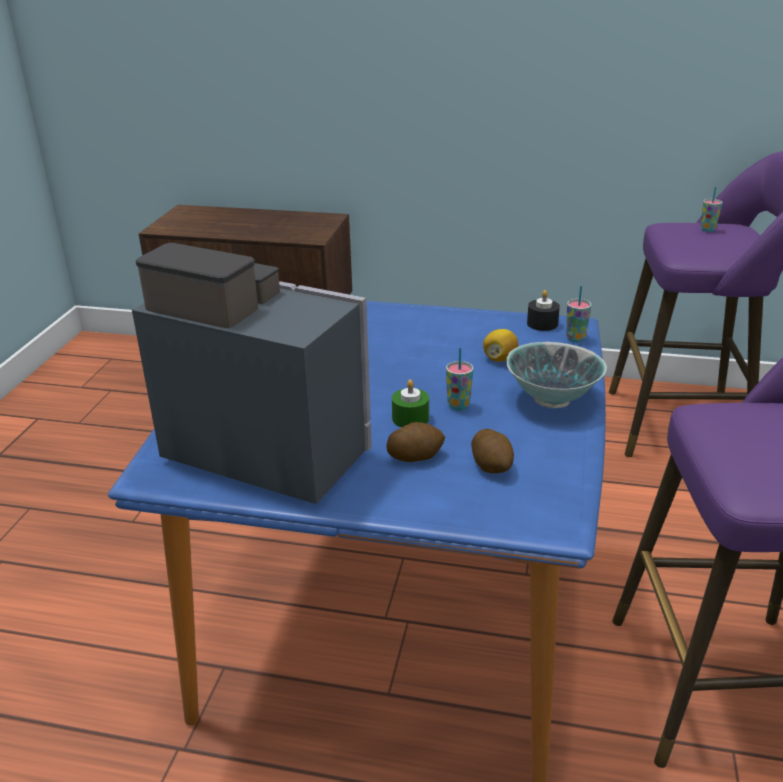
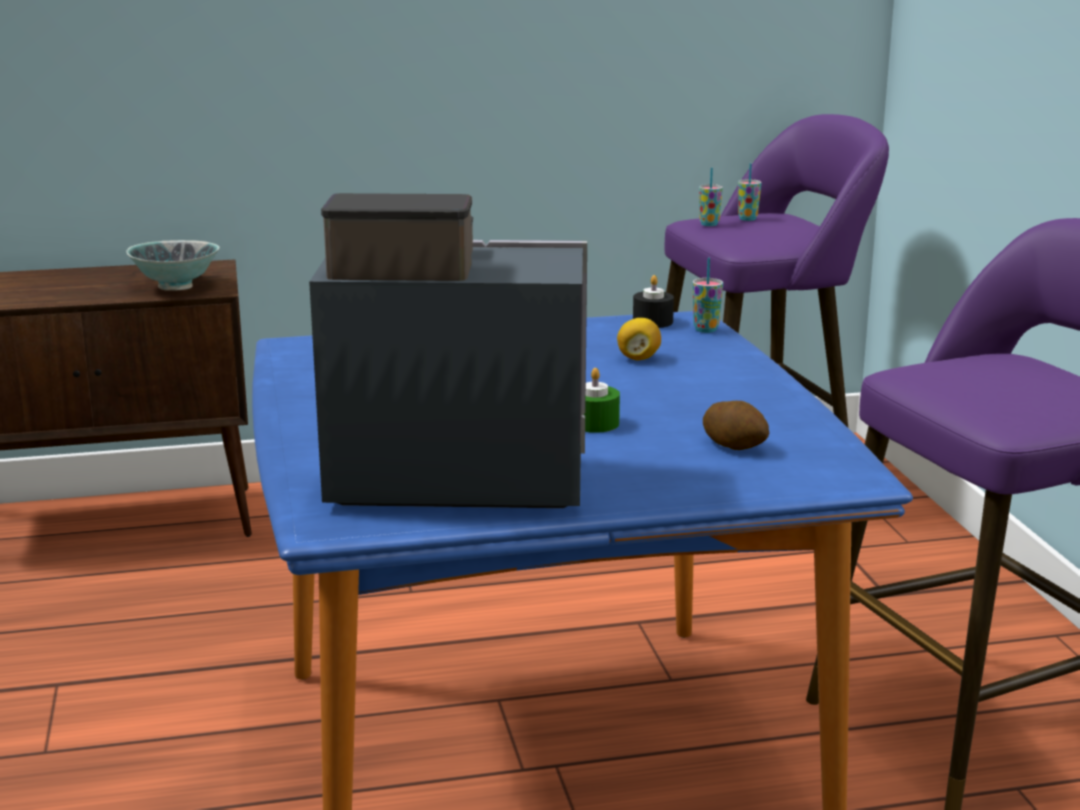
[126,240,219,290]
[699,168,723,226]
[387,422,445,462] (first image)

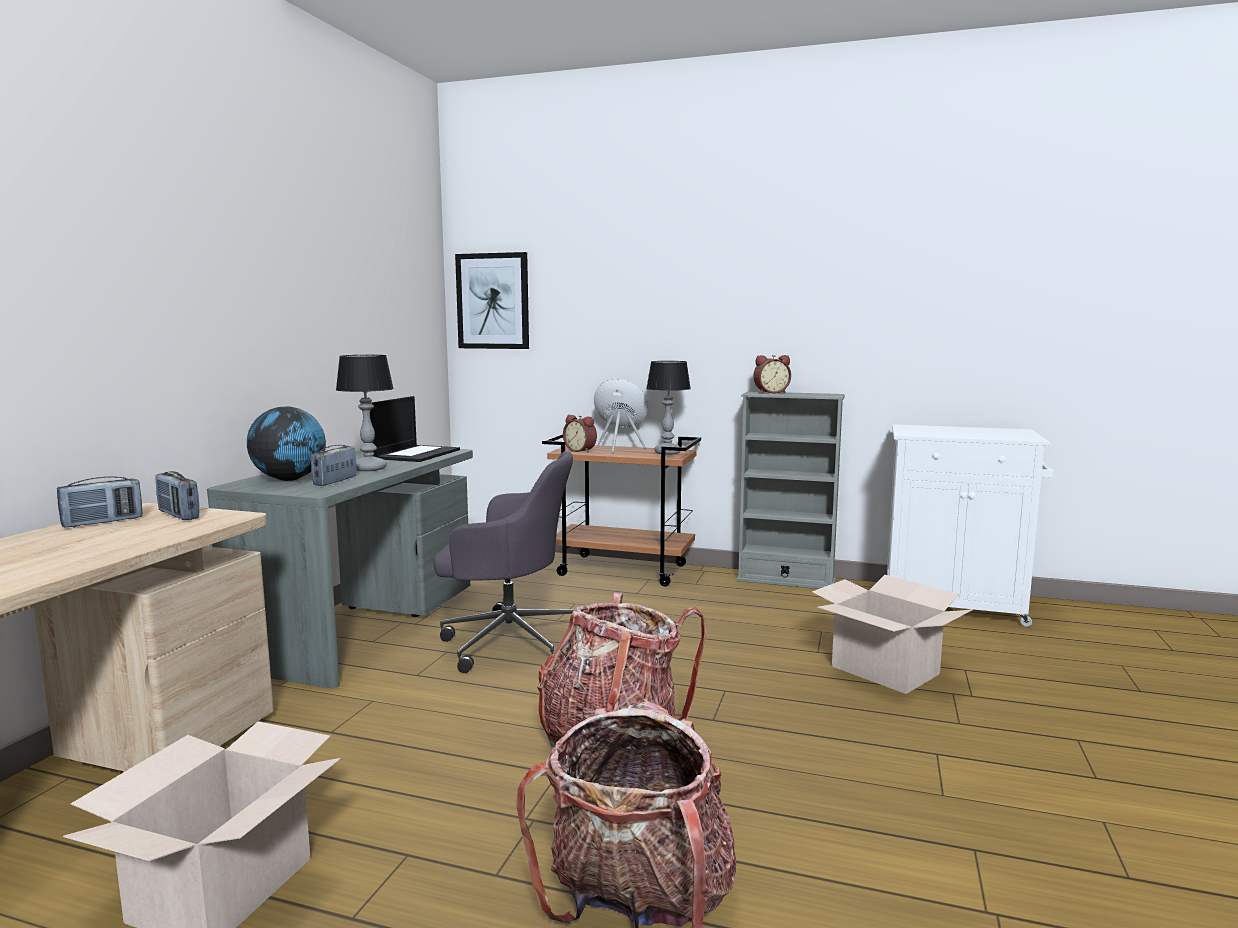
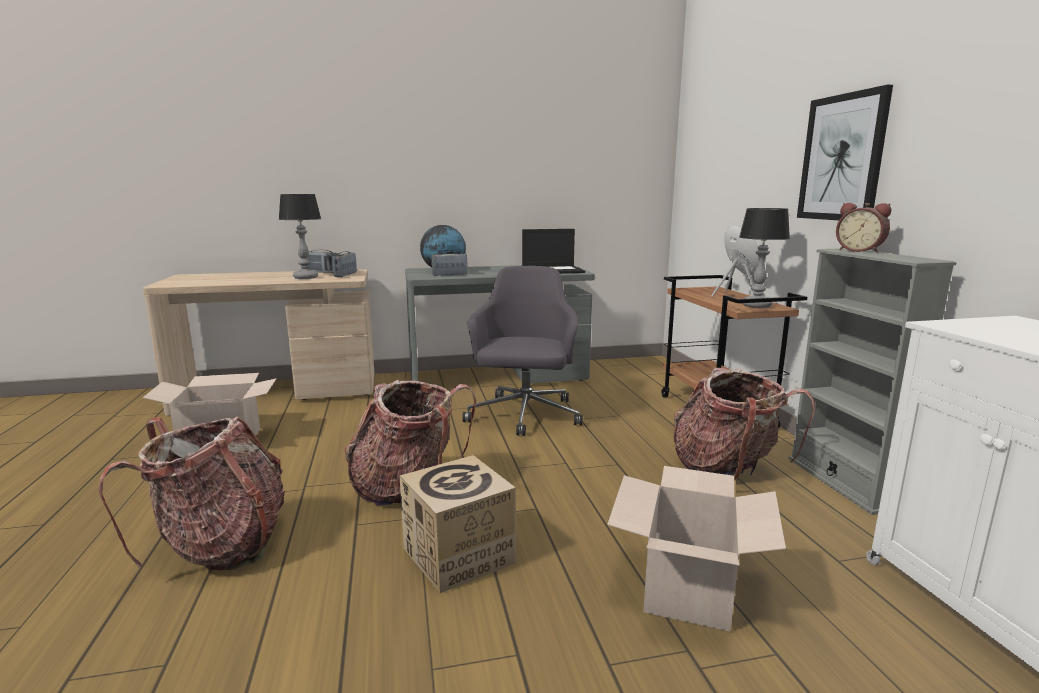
[797,85,893,220]
[279,194,321,279]
[563,415,597,453] (first image)
[462,266,583,436]
[674,368,815,481]
[400,455,516,593]

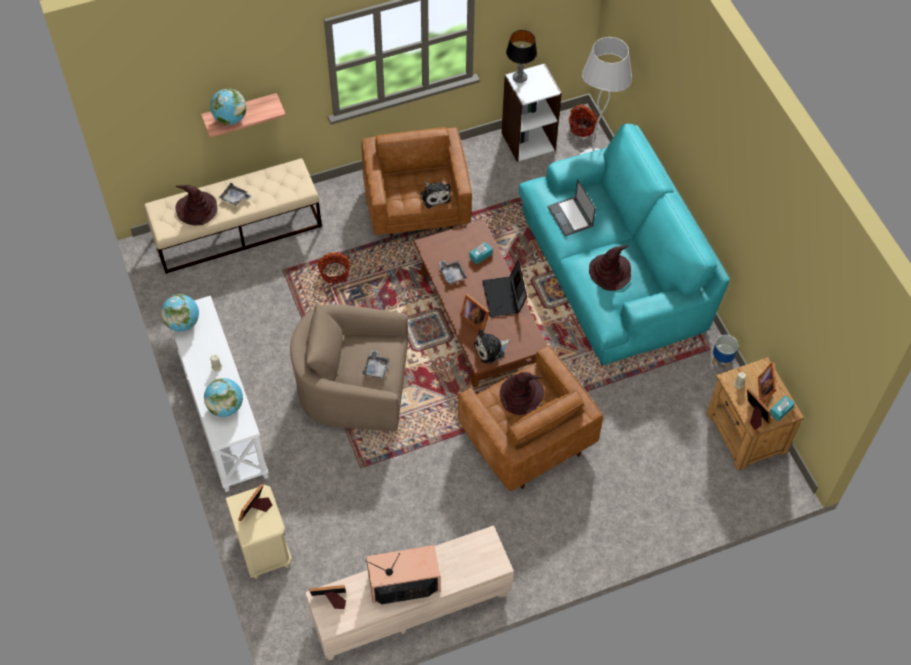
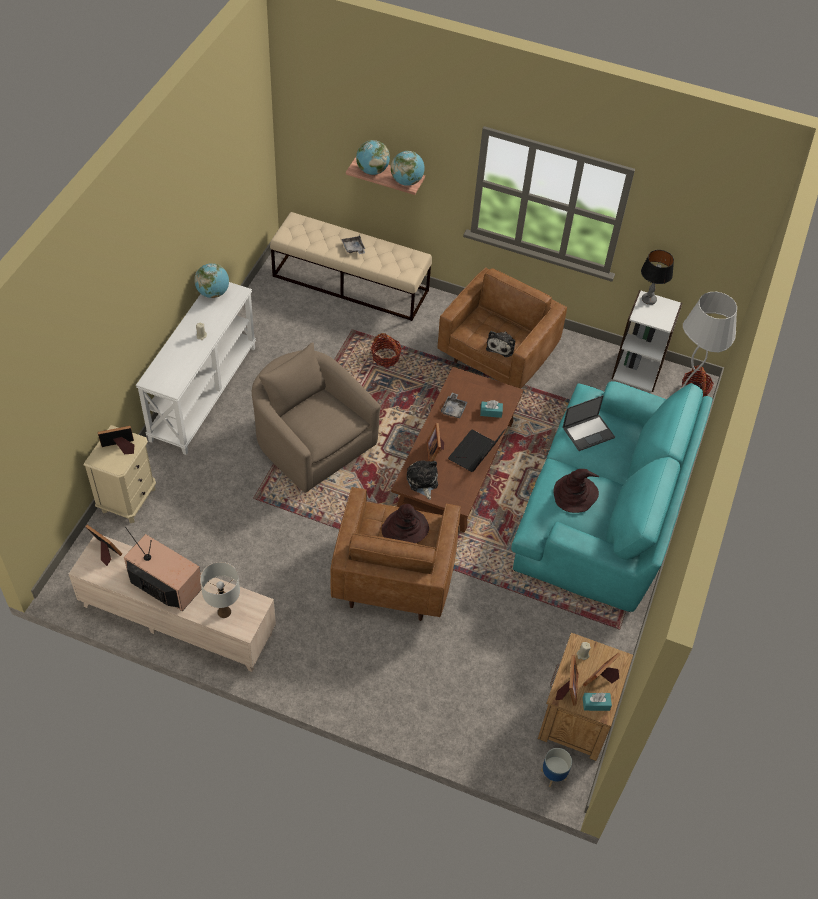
[563,395,615,451]
[176,185,217,225] (first image)
[407,460,438,500]
[541,748,572,787]
[363,350,389,378] (first image)
[391,151,425,186]
[200,562,240,618]

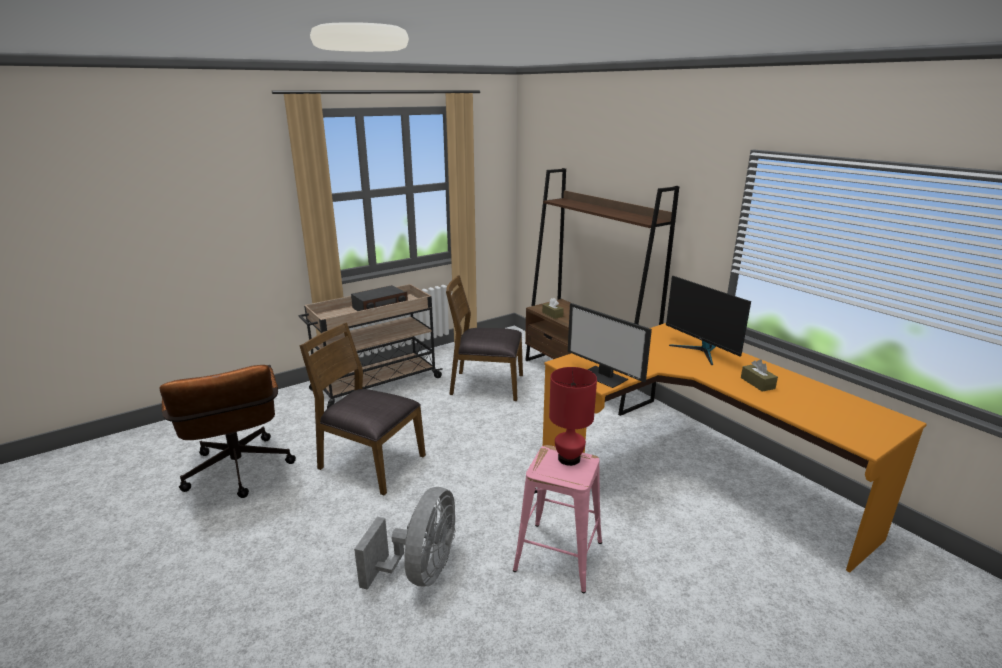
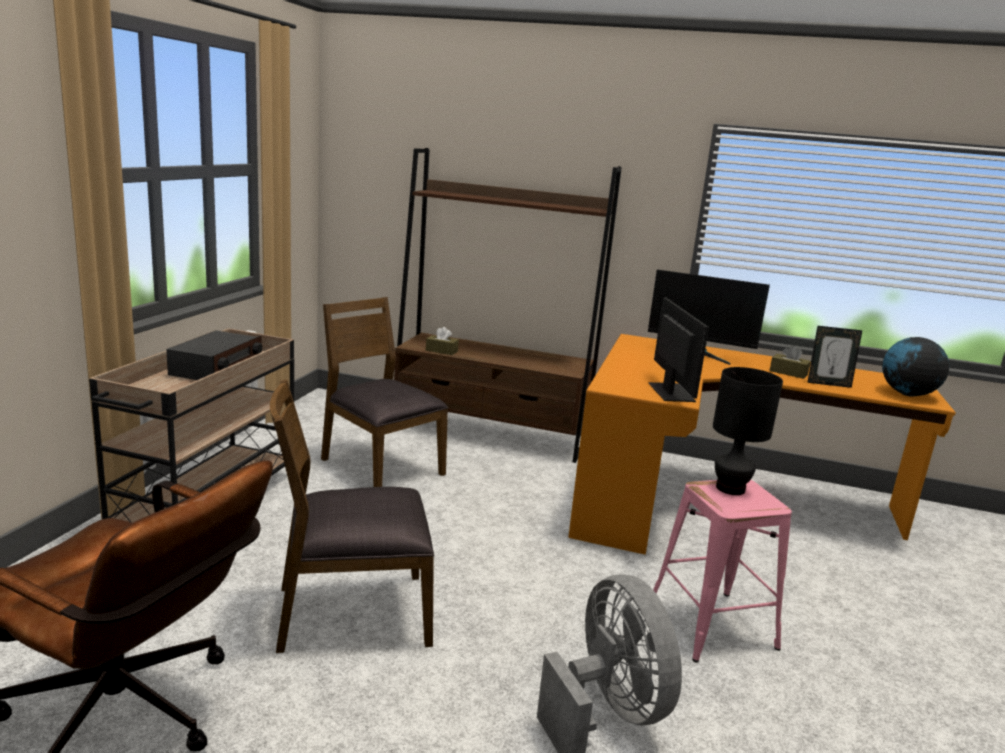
[321,297,448,487]
[649,297,709,402]
[713,367,783,495]
[807,326,862,388]
[882,337,949,397]

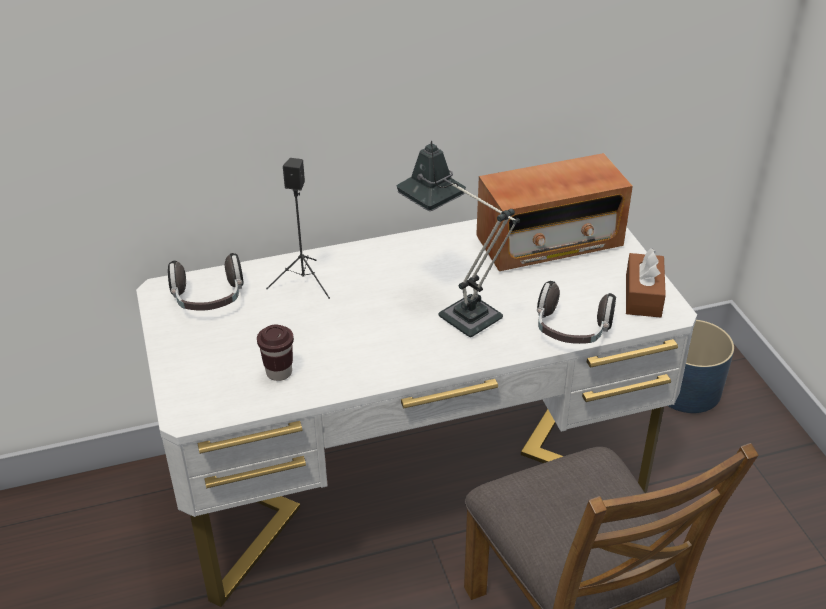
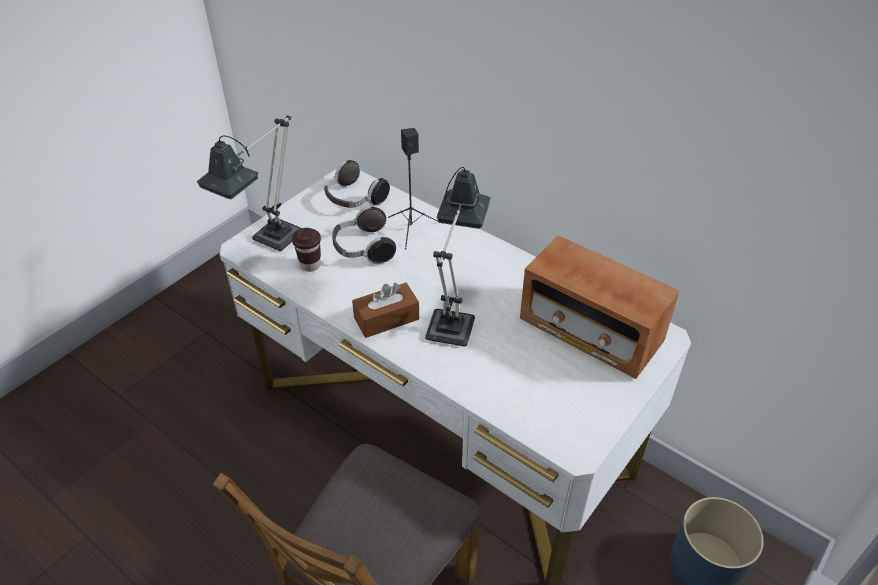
[352,283,419,338]
[332,206,396,264]
[197,115,302,251]

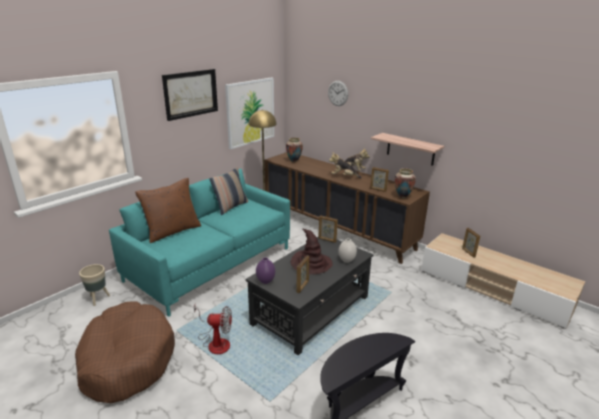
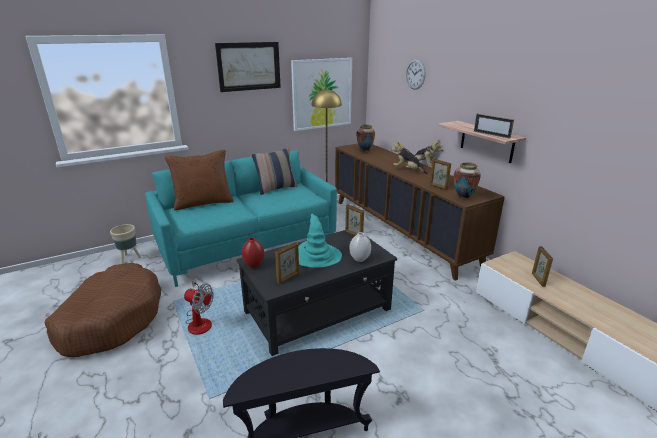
[298,214,342,268]
[242,237,264,268]
[474,114,514,139]

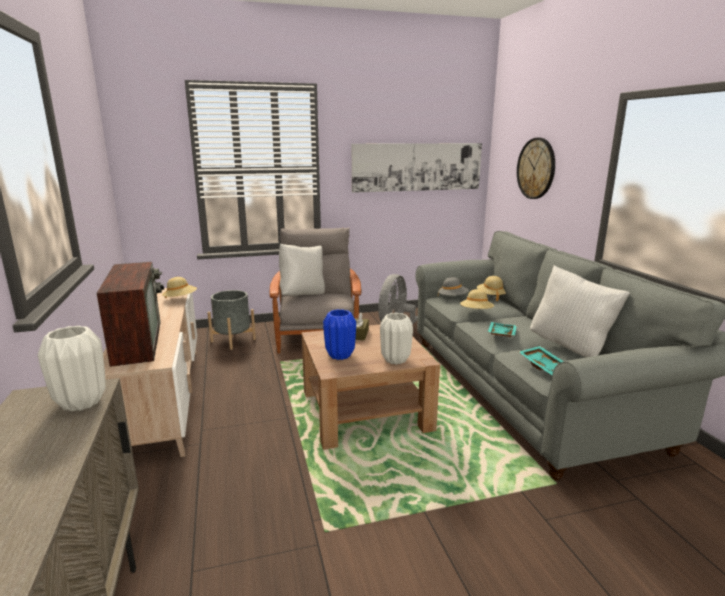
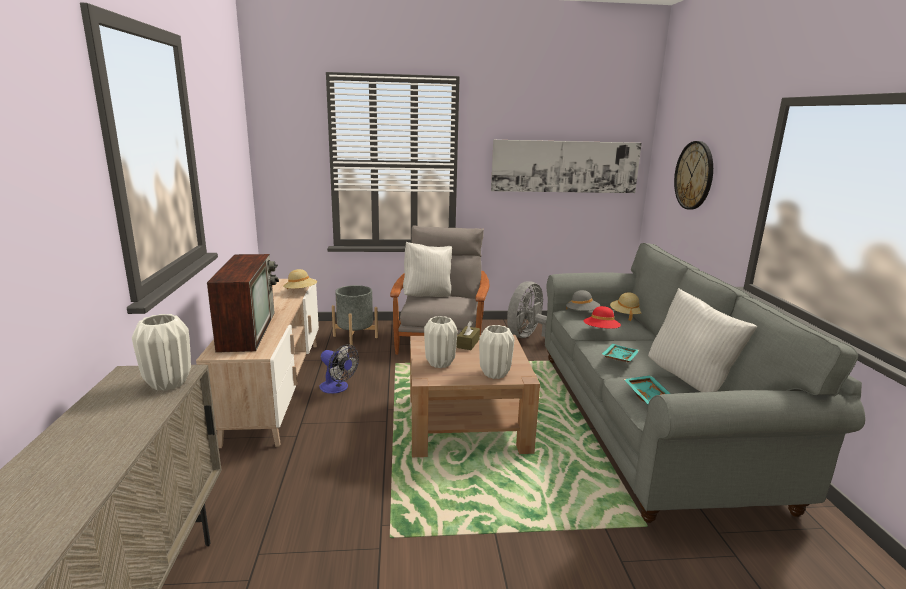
[584,306,621,329]
[424,316,457,368]
[319,344,359,394]

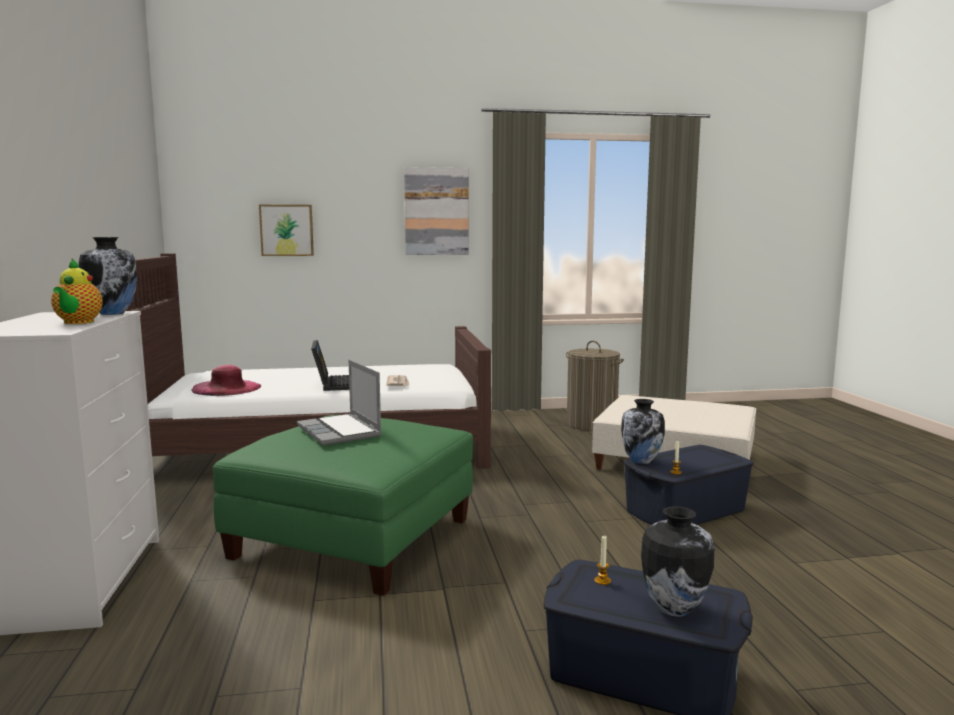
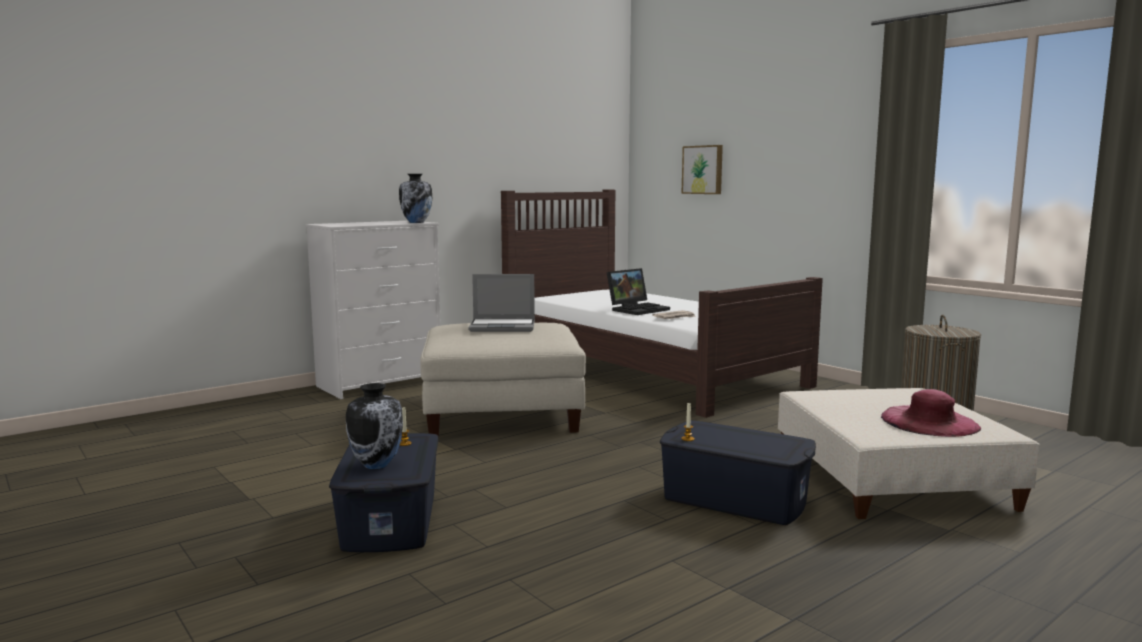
[404,167,469,255] (first image)
[51,259,103,324] (first image)
[468,274,535,332]
[881,389,981,437]
[621,399,665,464] (first image)
[420,323,586,438]

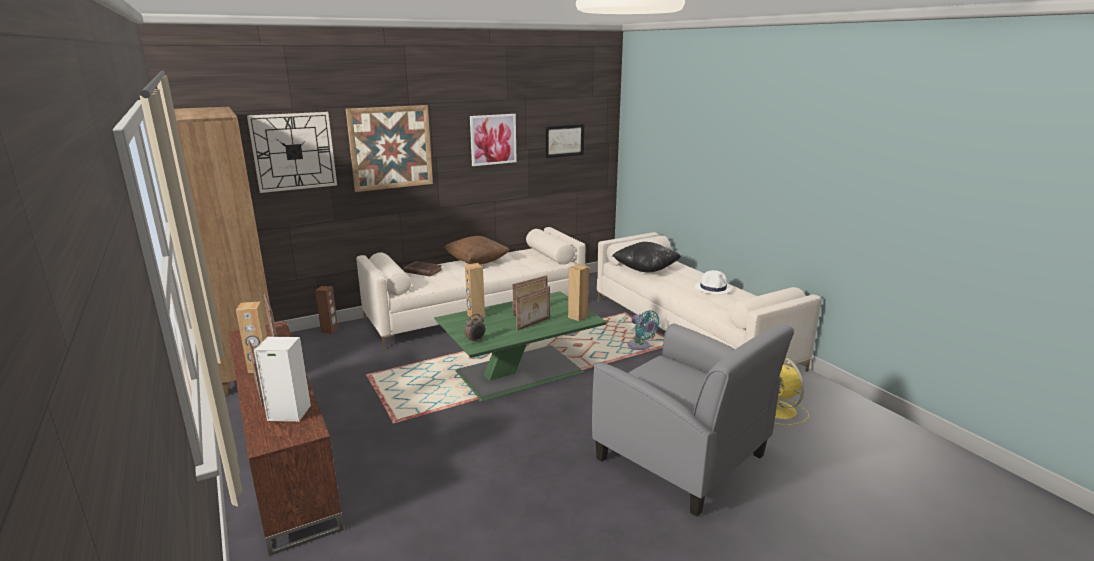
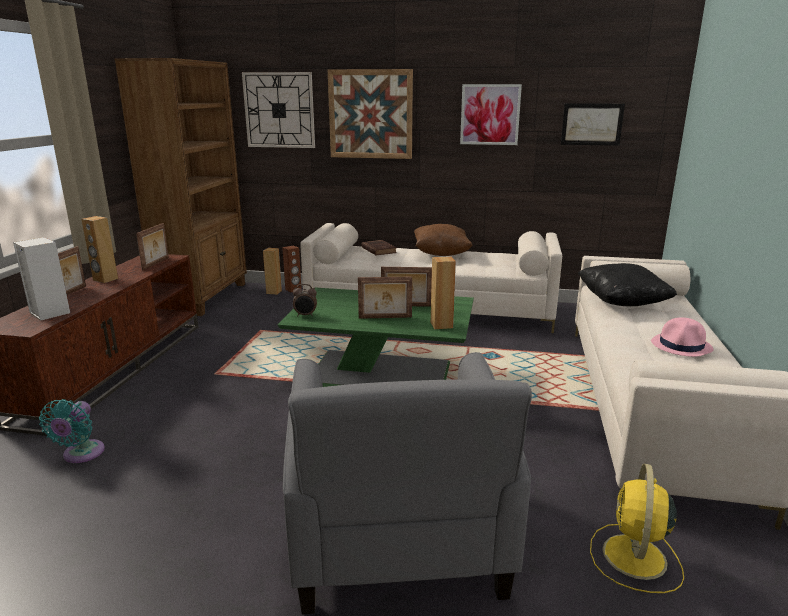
[263,248,282,295]
[651,317,714,357]
[39,399,105,463]

